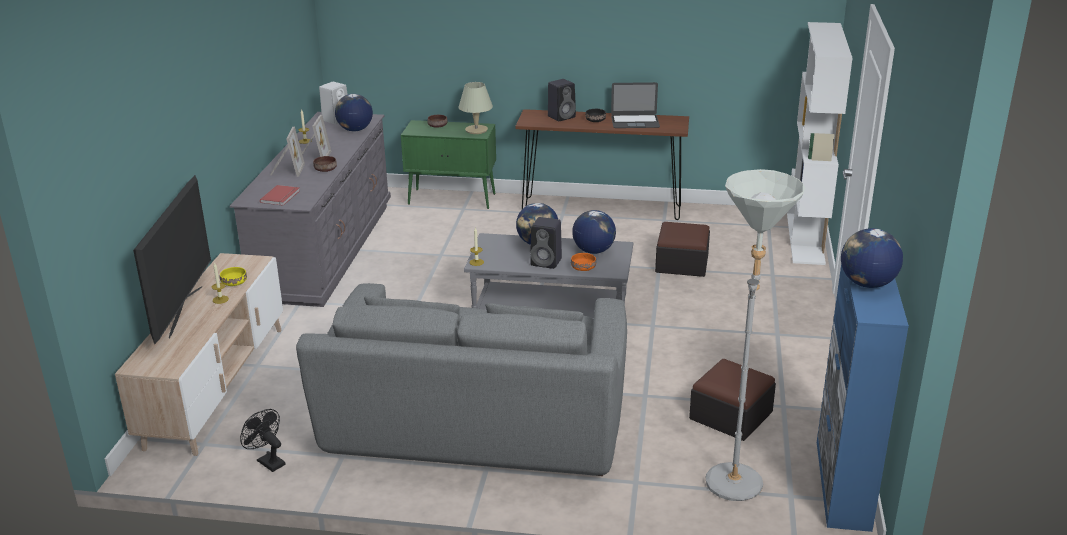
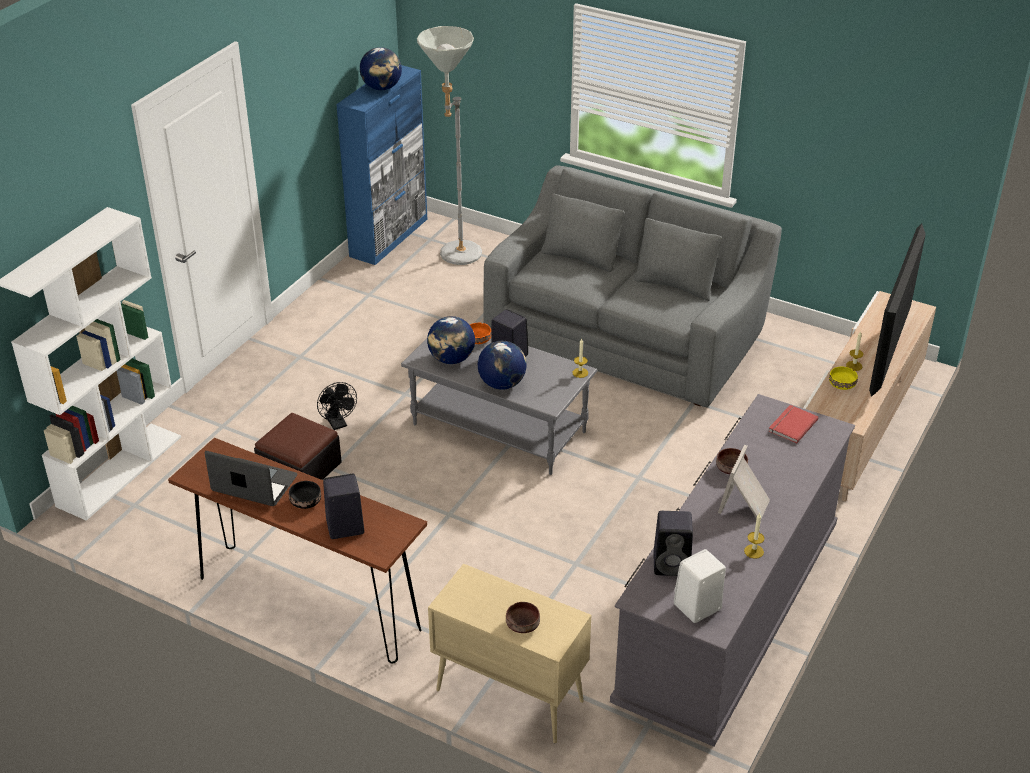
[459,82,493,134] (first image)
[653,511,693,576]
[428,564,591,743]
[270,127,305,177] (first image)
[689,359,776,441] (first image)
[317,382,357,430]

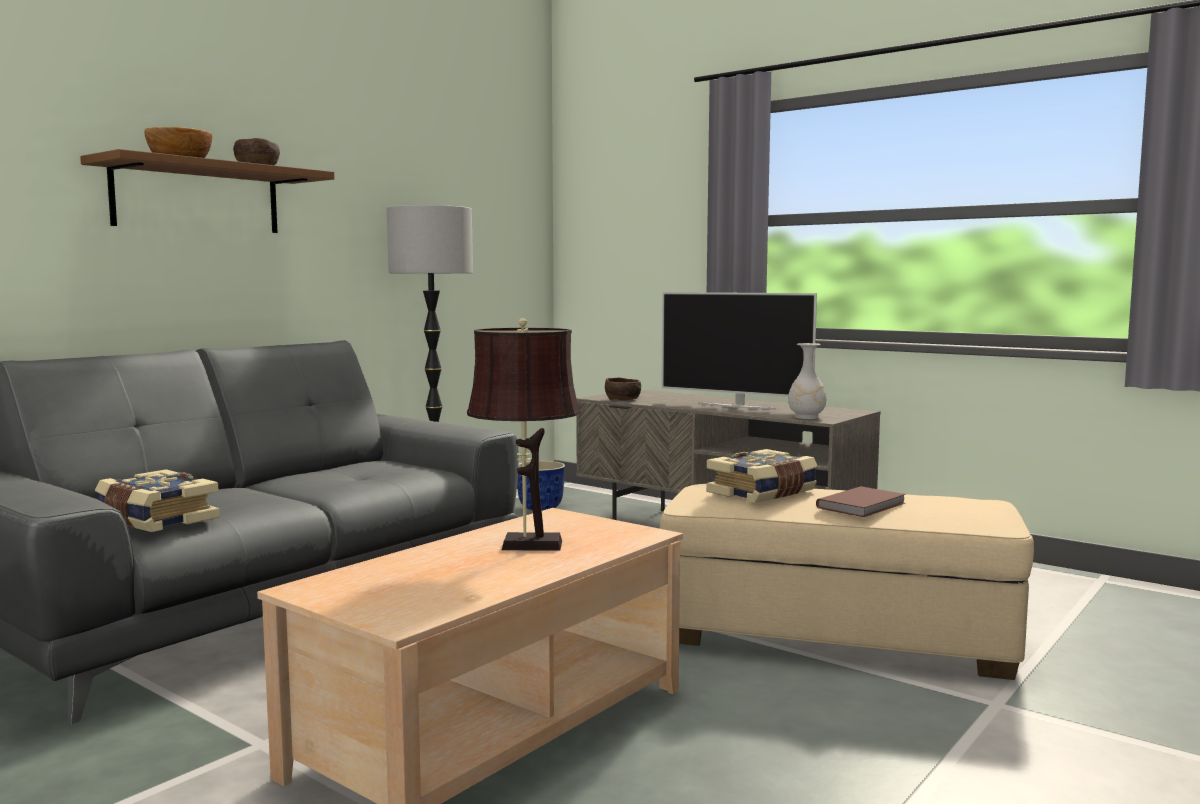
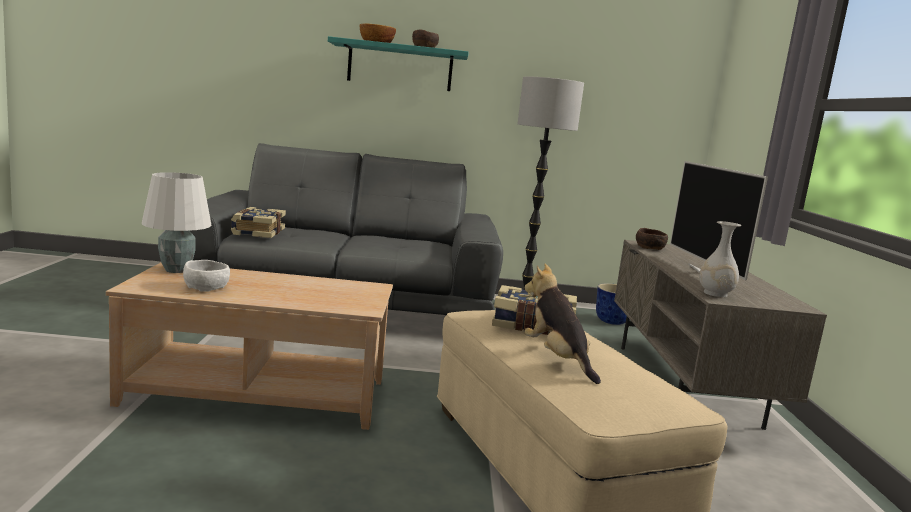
[328,36,469,91]
[467,318,580,551] (first image)
[524,264,601,384]
[142,172,212,273]
[183,260,230,292]

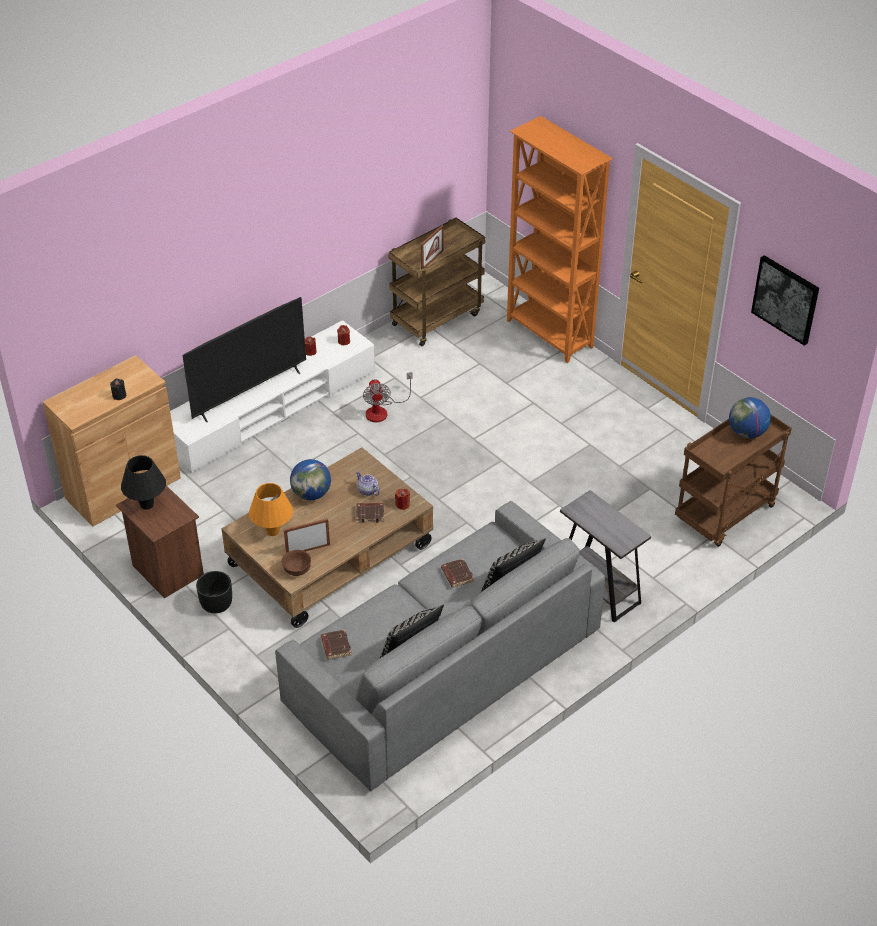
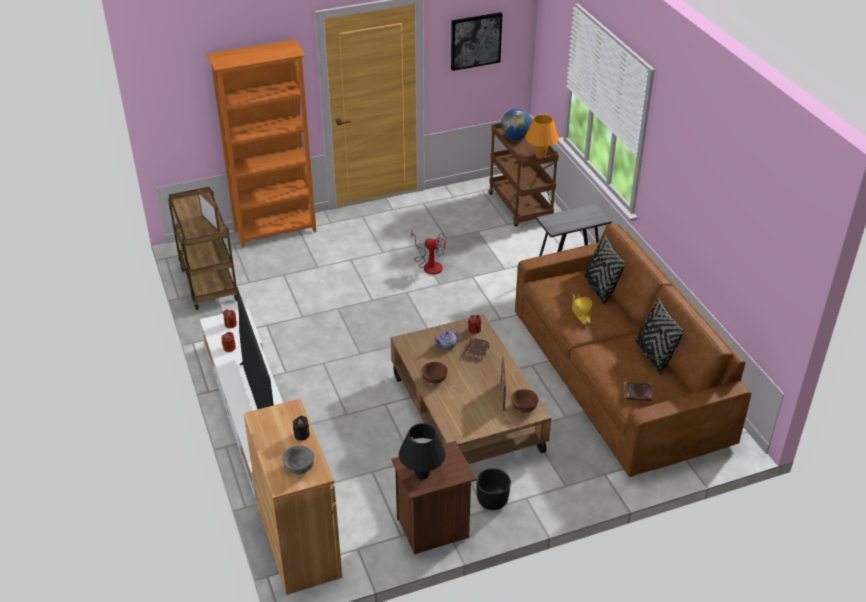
[411,231,446,274]
[421,362,448,384]
[525,114,559,158]
[515,224,751,477]
[572,293,592,325]
[282,445,314,474]

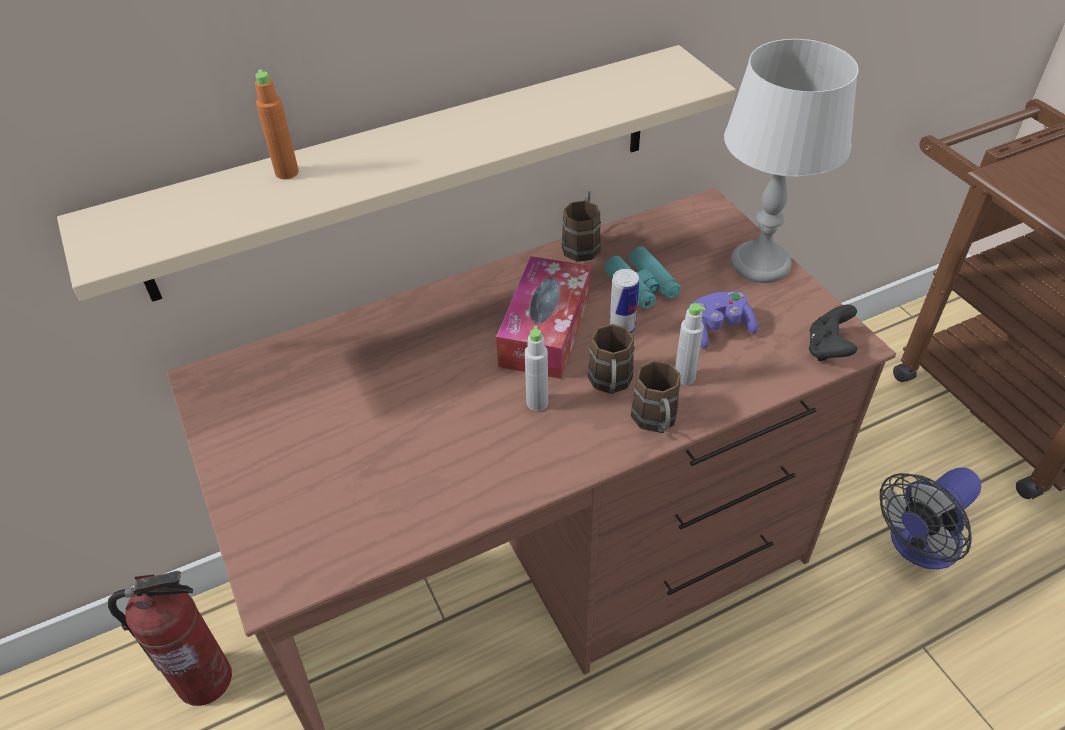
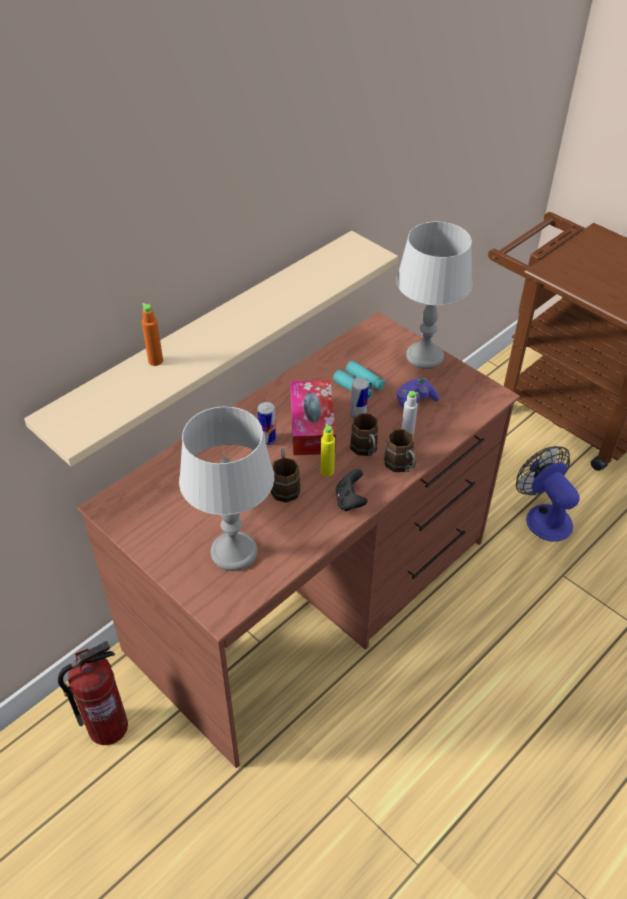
[271,448,300,503]
[336,469,368,512]
[321,424,335,477]
[516,446,579,542]
[258,402,276,445]
[179,406,274,571]

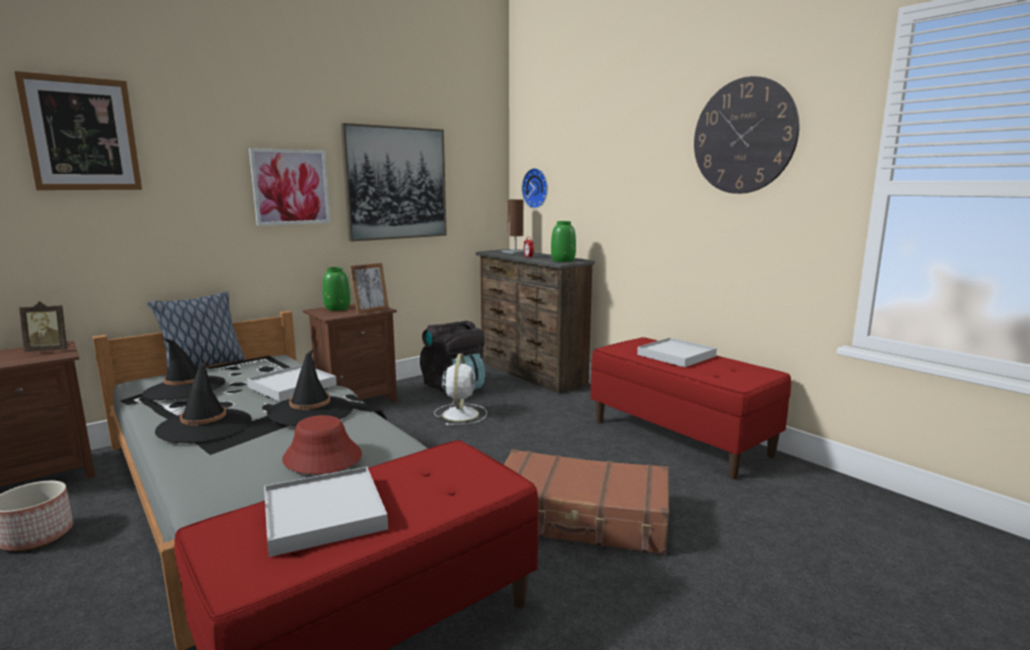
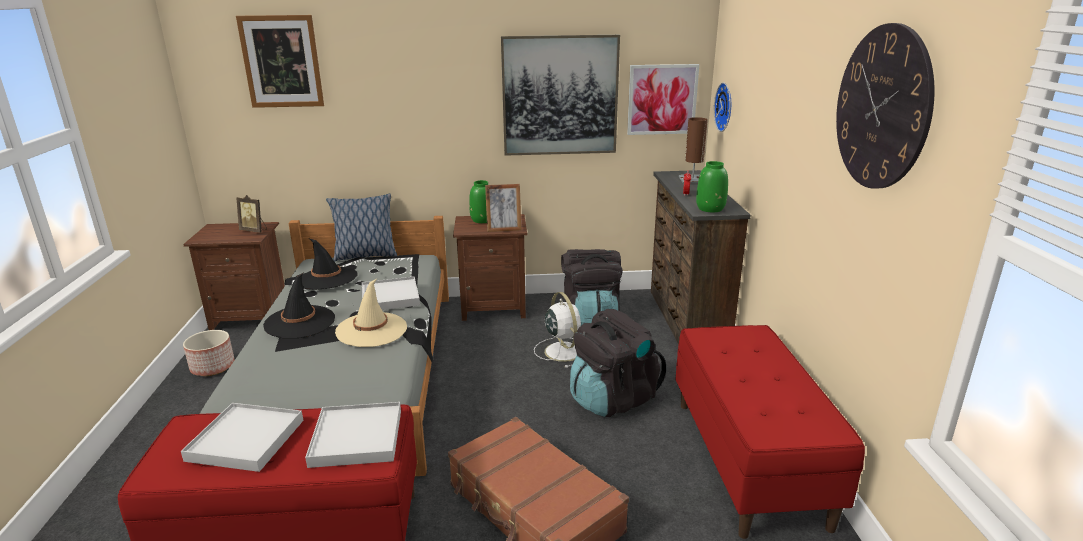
[627,64,700,135]
[305,402,401,468]
[335,279,407,347]
[534,292,581,368]
[282,415,362,474] (first image)
[570,309,666,417]

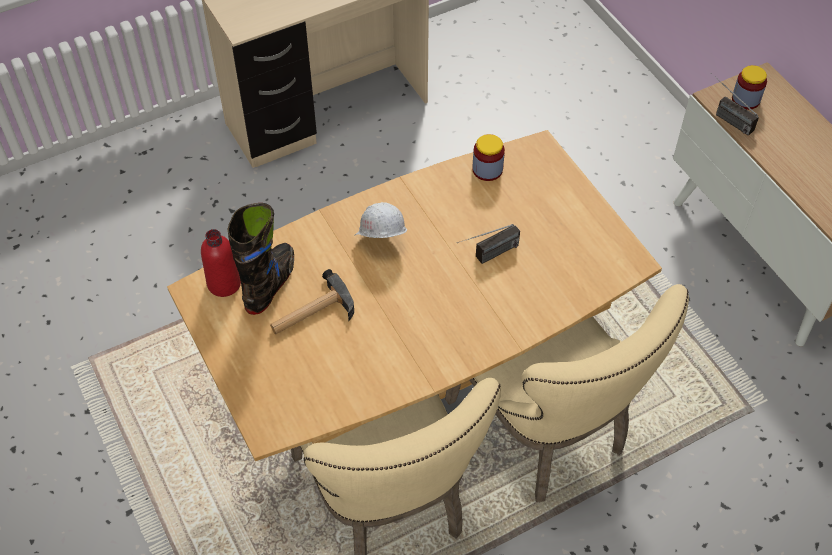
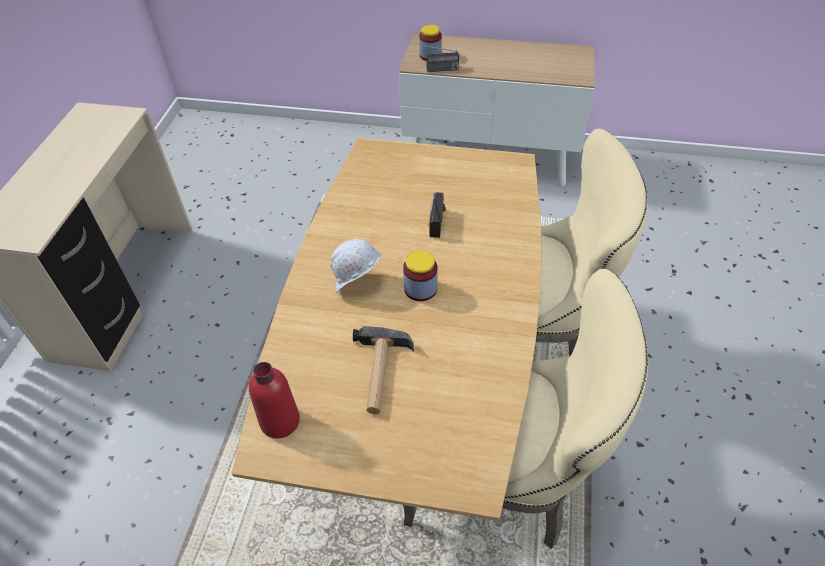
[403,250,438,301]
[228,203,294,315] (first image)

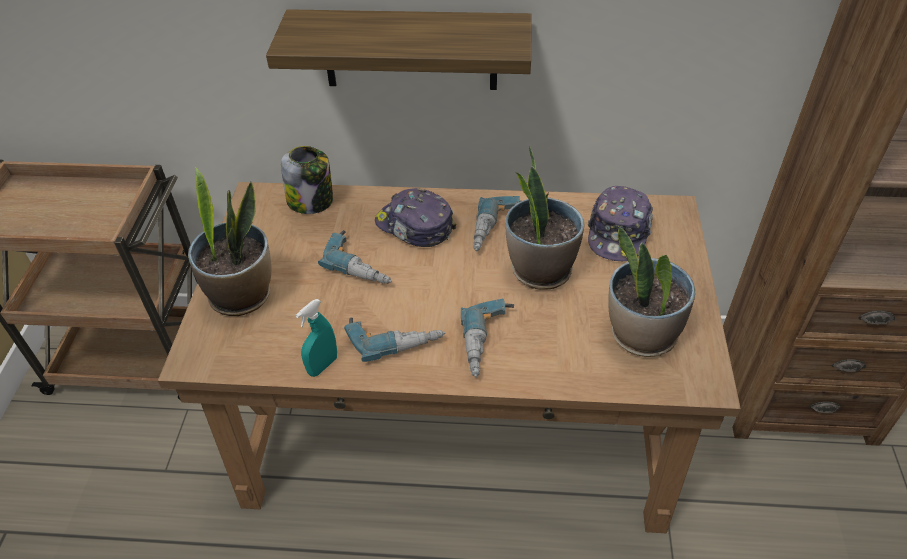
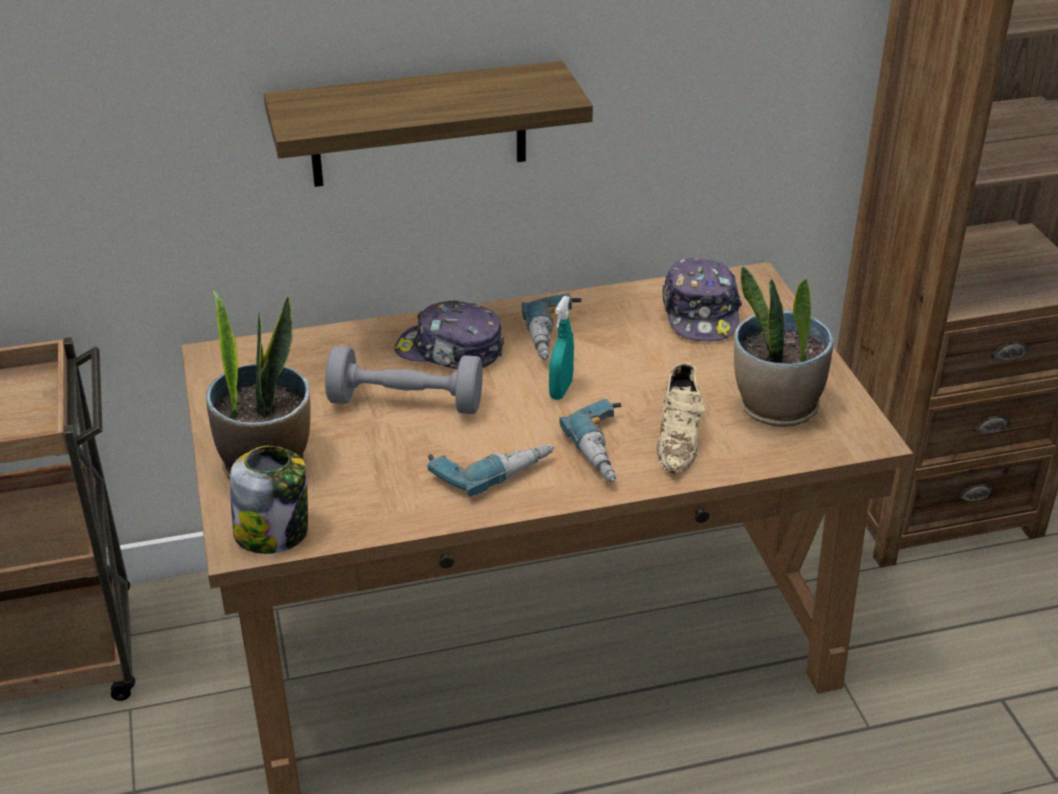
[230,445,308,554]
[506,146,585,290] (first image)
[325,346,483,414]
[549,296,574,400]
[657,362,705,474]

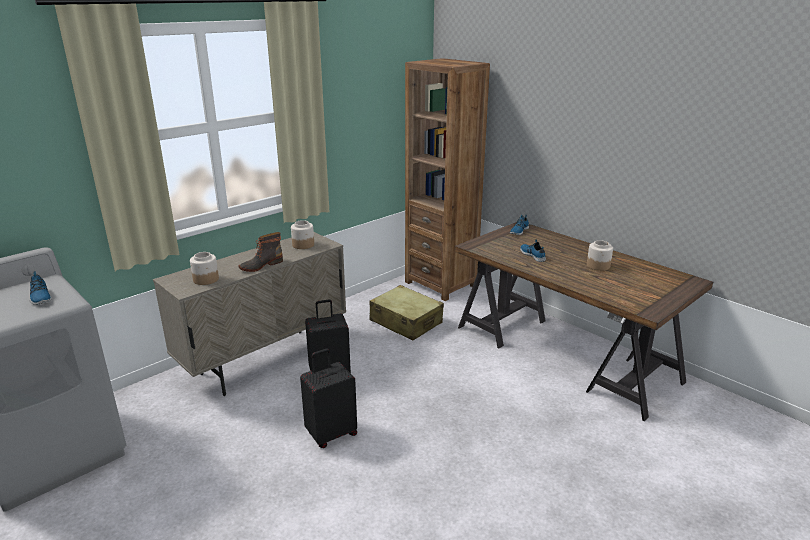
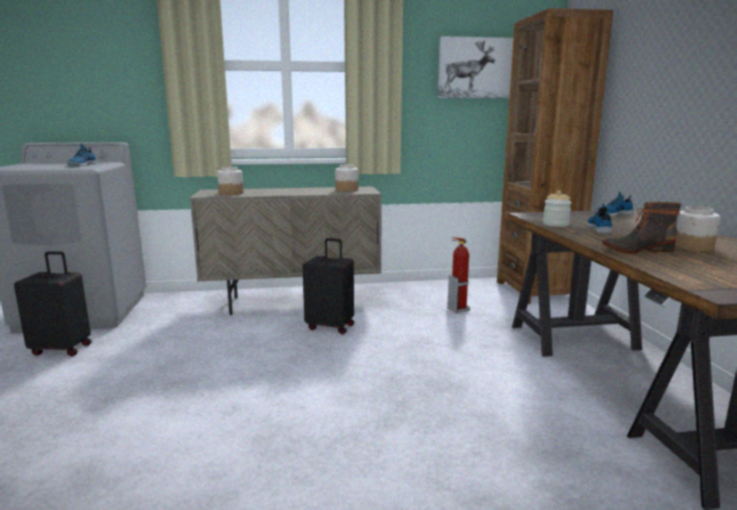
[602,202,681,254]
[447,237,470,313]
[14,251,92,356]
[438,36,513,98]
[543,190,572,227]

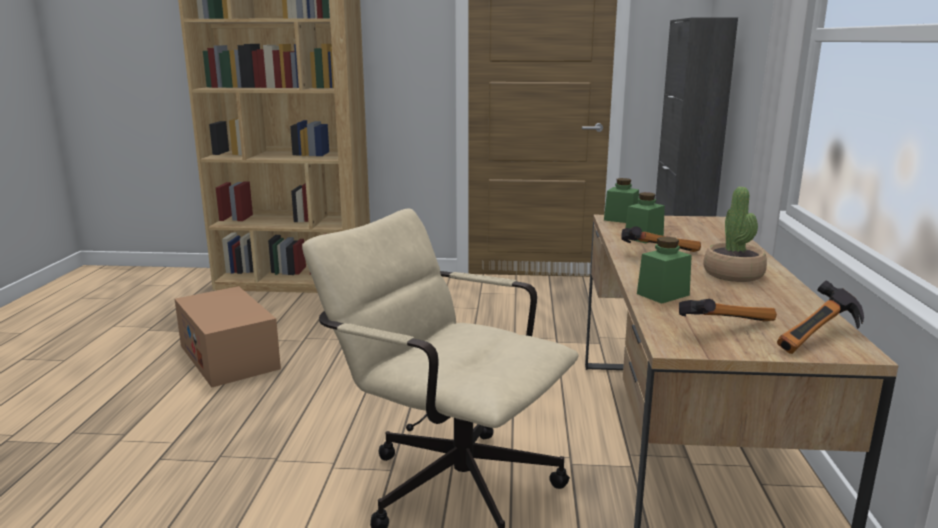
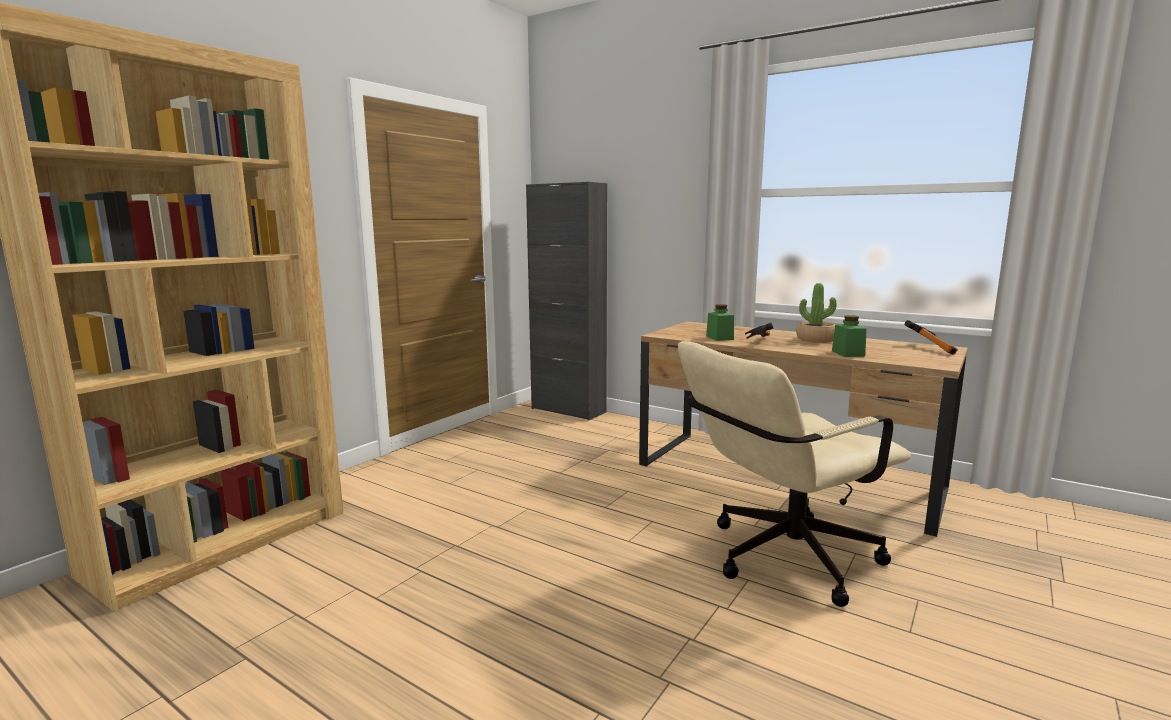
[604,178,639,223] (first image)
[175,286,281,388] (first image)
[679,299,777,321] (first image)

